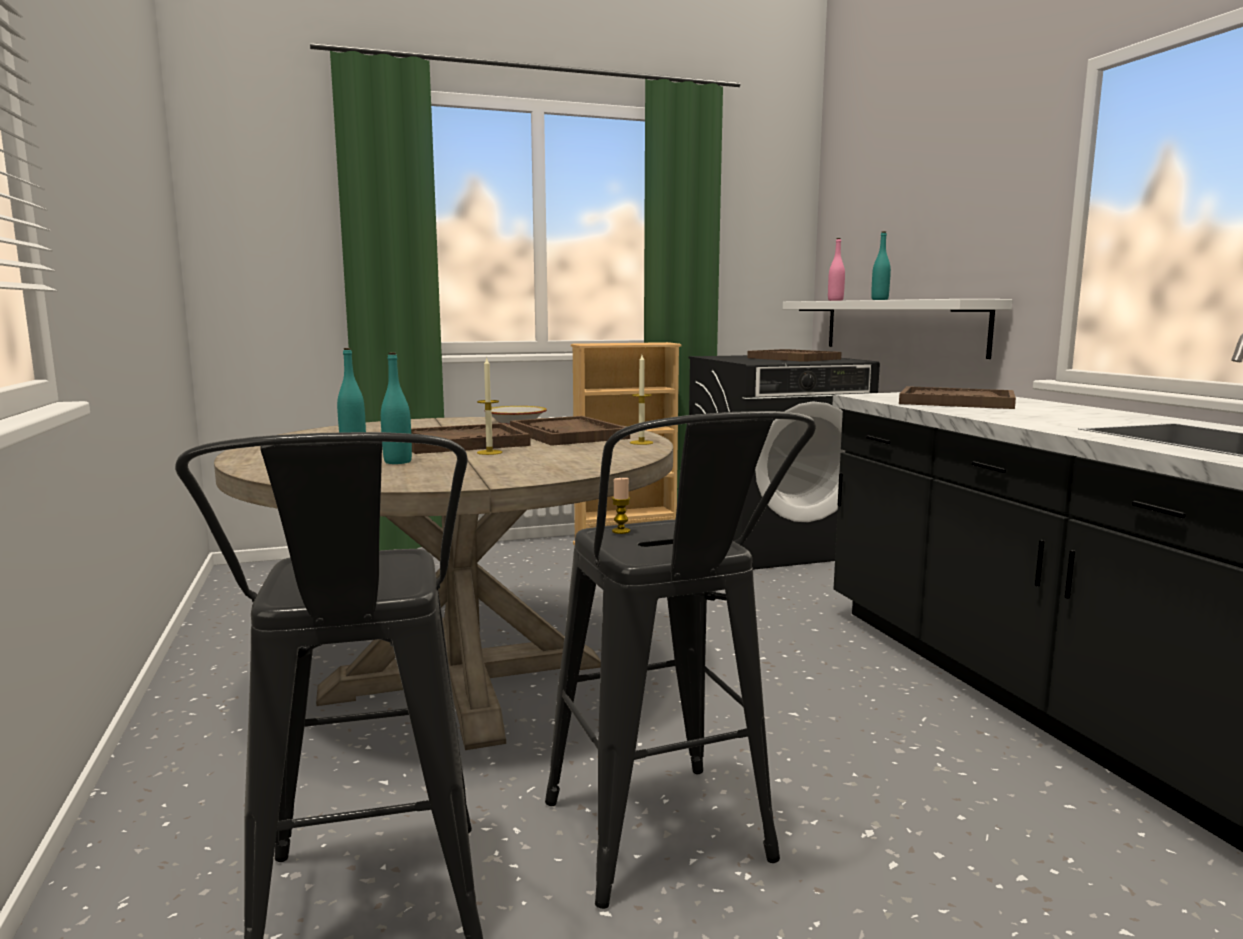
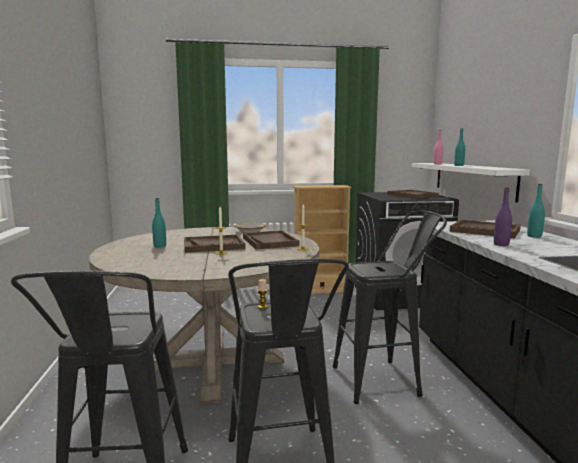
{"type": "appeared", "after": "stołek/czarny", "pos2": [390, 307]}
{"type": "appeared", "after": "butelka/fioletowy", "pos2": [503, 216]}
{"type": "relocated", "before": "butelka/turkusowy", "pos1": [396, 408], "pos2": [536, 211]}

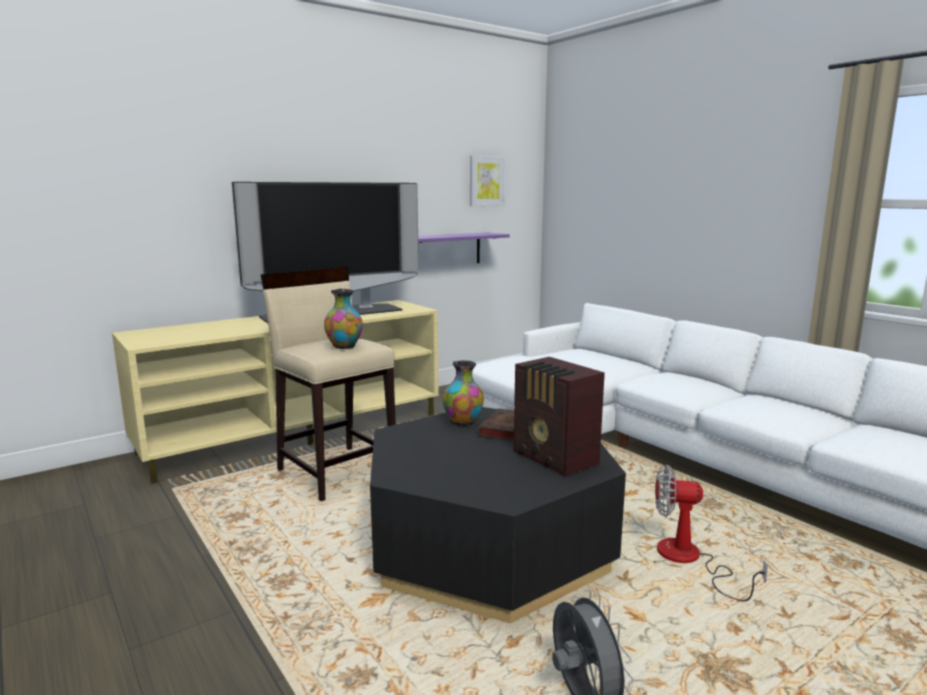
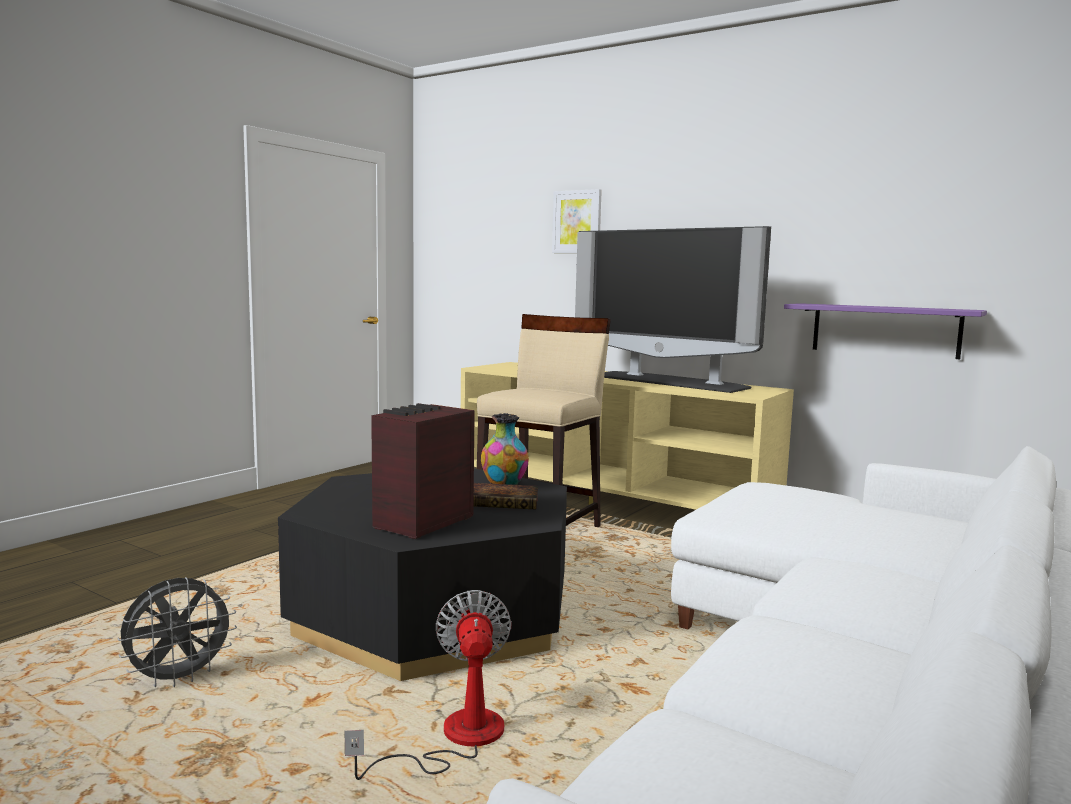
{"type": "missing", "before": "wazon", "pos1": [343, 318]}
{"type": "relocated", "before": "obraz", "pos1": [487, 180], "pos2": [577, 221]}

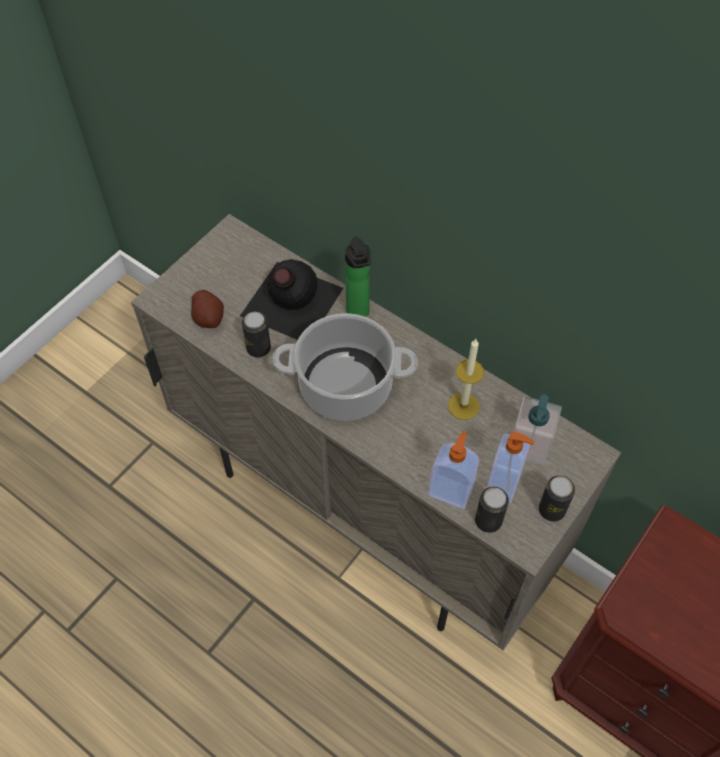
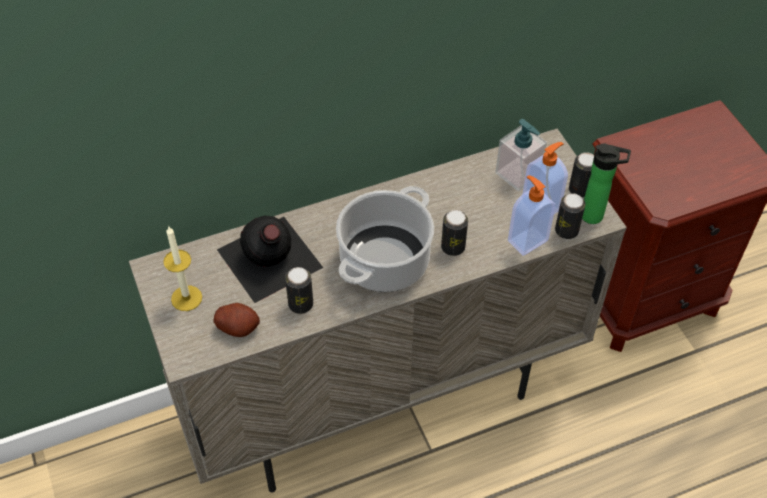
{"type": "appeared", "after": "puszka", "pos2": [454, 233]}
{"type": "relocated", "before": "butelka", "pos1": [357, 276], "pos2": [606, 184]}
{"type": "relocated", "before": "świeca", "pos1": [466, 379], "pos2": [182, 269]}

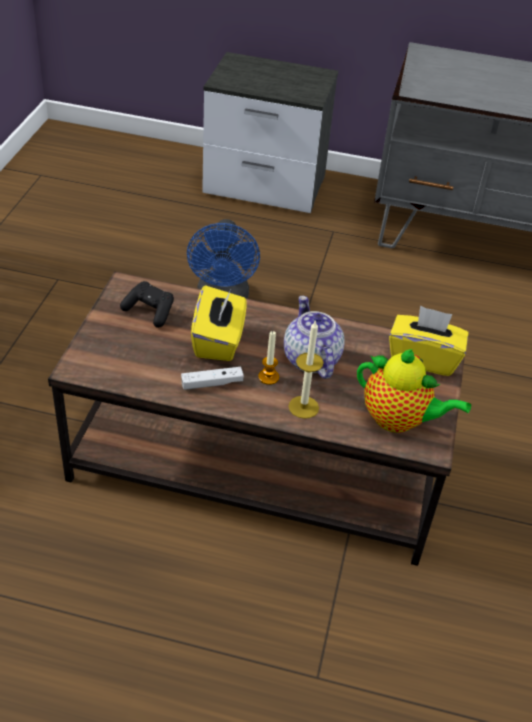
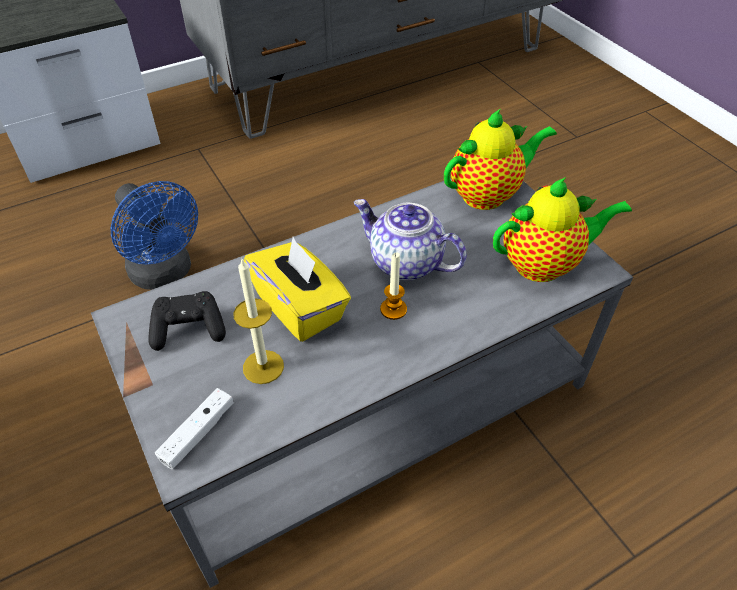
{"type": "relocated", "before": "pad do gier/biały", "pos1": [212, 378], "pos2": [194, 428]}
{"type": "relocated", "before": "świeca", "pos1": [306, 369], "pos2": [258, 320]}
{"type": "exchanged", "before": "pudełko chusteczek/żółty", "after": "imbryk", "pos1": [428, 340], "pos2": [500, 159]}
{"type": "colour", "before": "ława/brązowy", "after": "ława/szary", "pos1": [256, 418], "pos2": [362, 383]}

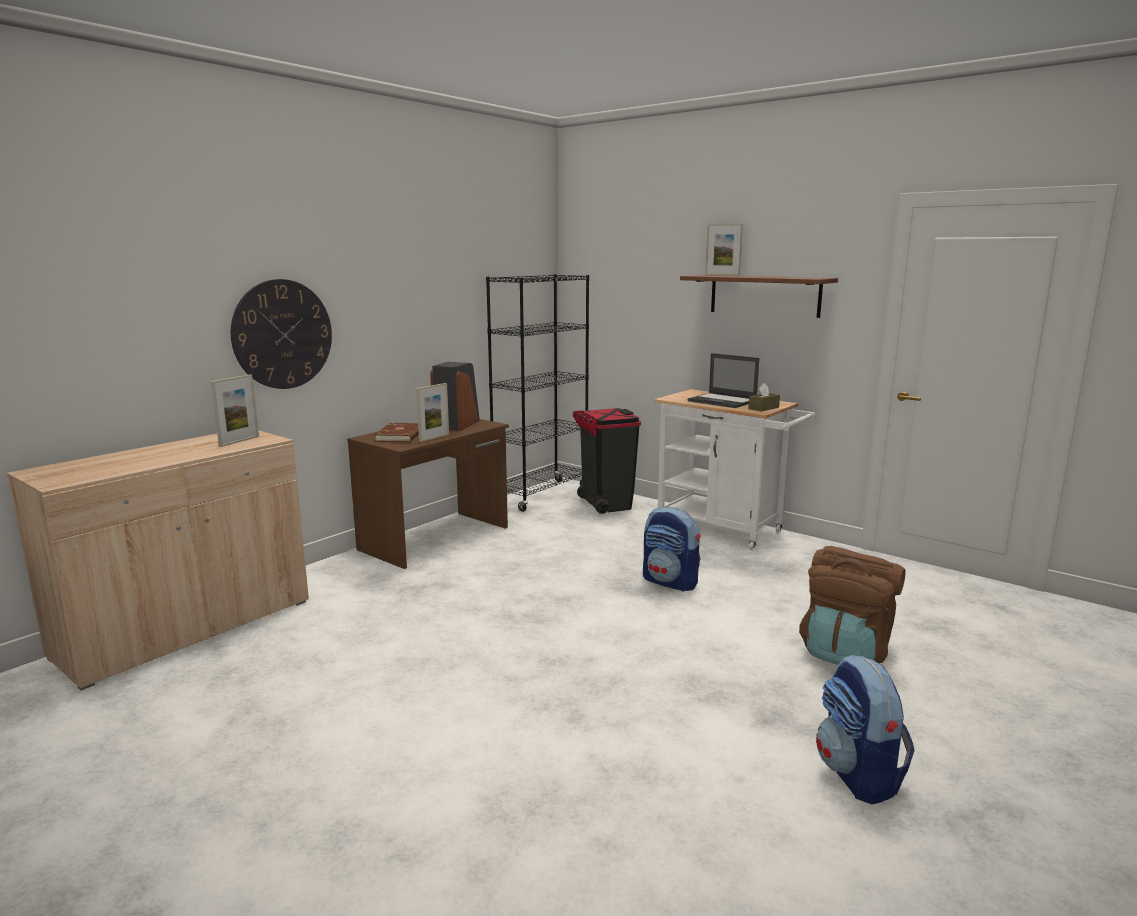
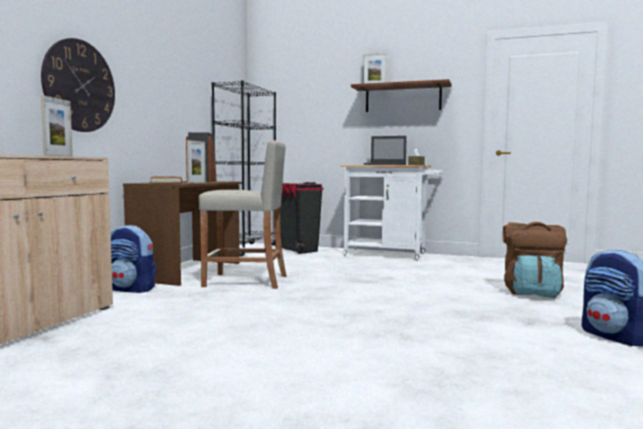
{"type": "appeared", "after": "stołek/beżowy", "pos2": [242, 214]}
{"type": "relocated", "before": "plecak", "pos1": [672, 549], "pos2": [133, 259]}

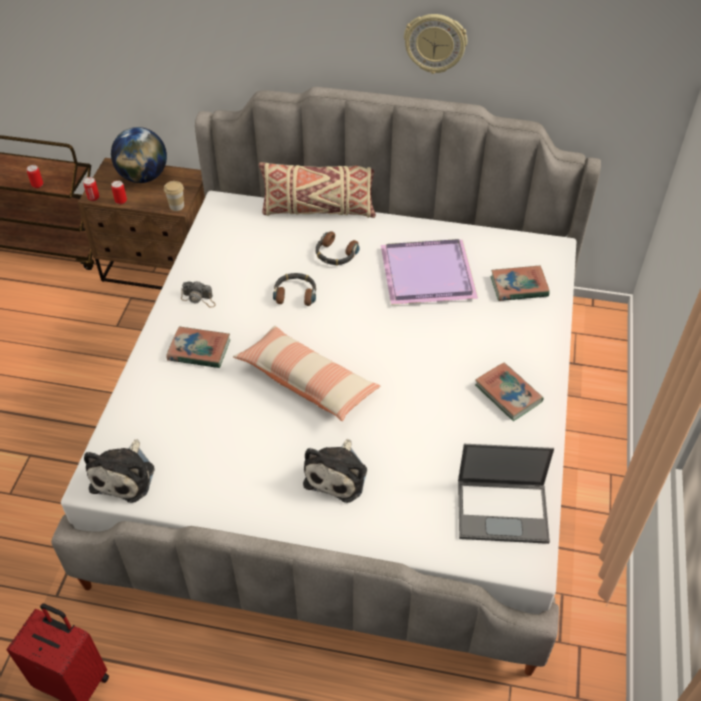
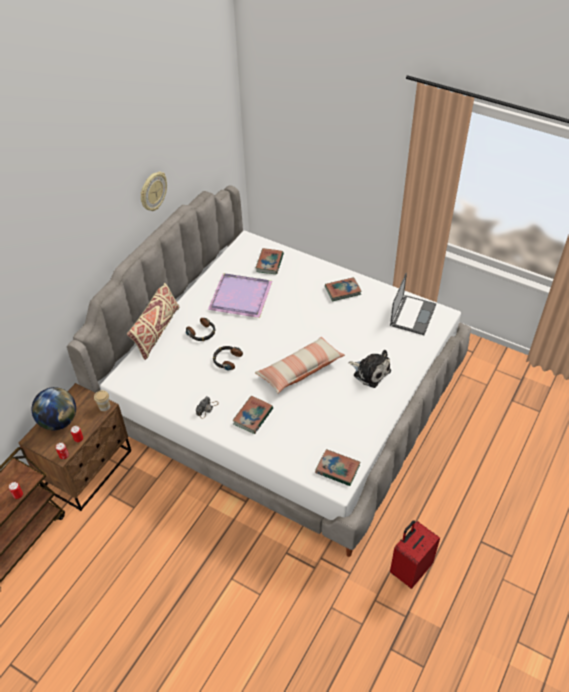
{"type": "exchanged", "before": "pluszak", "after": "książka", "pos1": [119, 471], "pos2": [337, 467]}

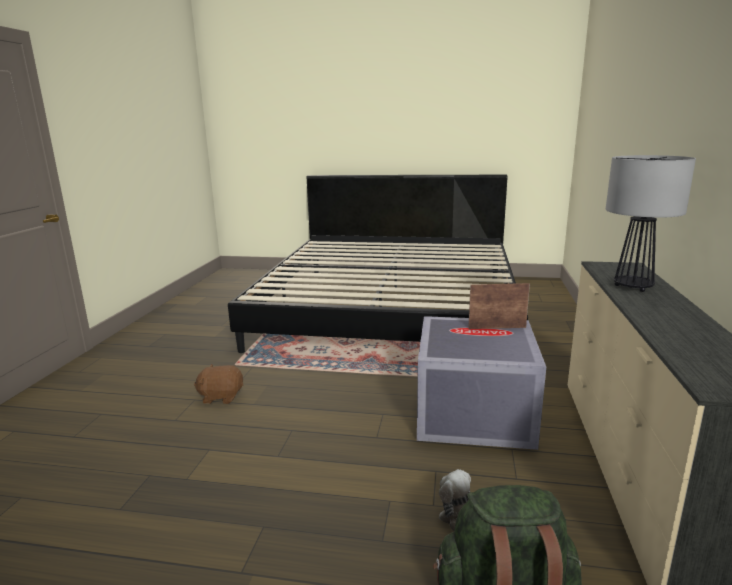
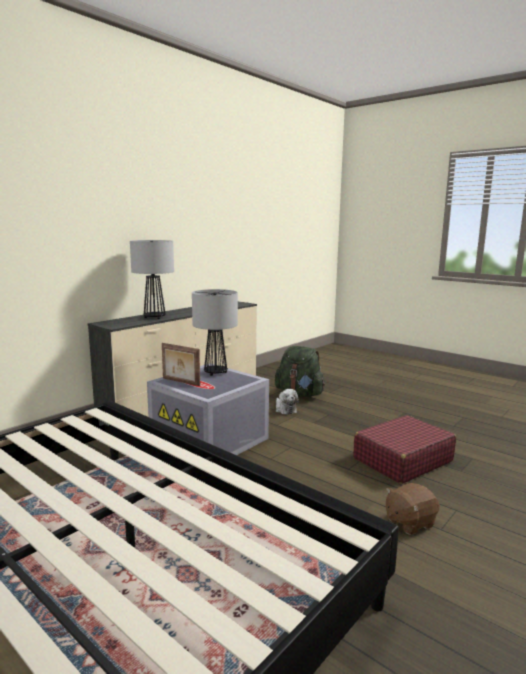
{"type": "appeared", "after": "lampa stołowa", "pos2": [215, 332]}
{"type": "appeared", "after": "walizka/czerwony", "pos2": [404, 449]}
{"type": "spun", "before": "pluszak/brązowy", "pos1": [218, 384], "pos2": [413, 509], "turn": 120}

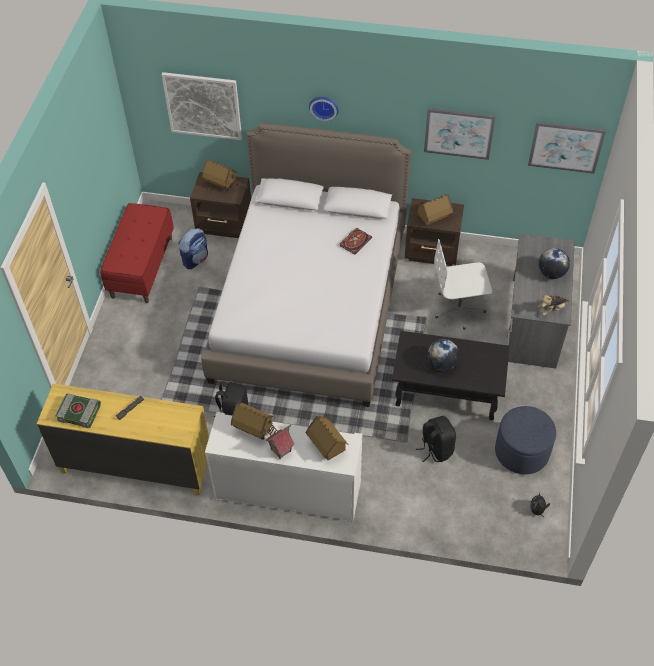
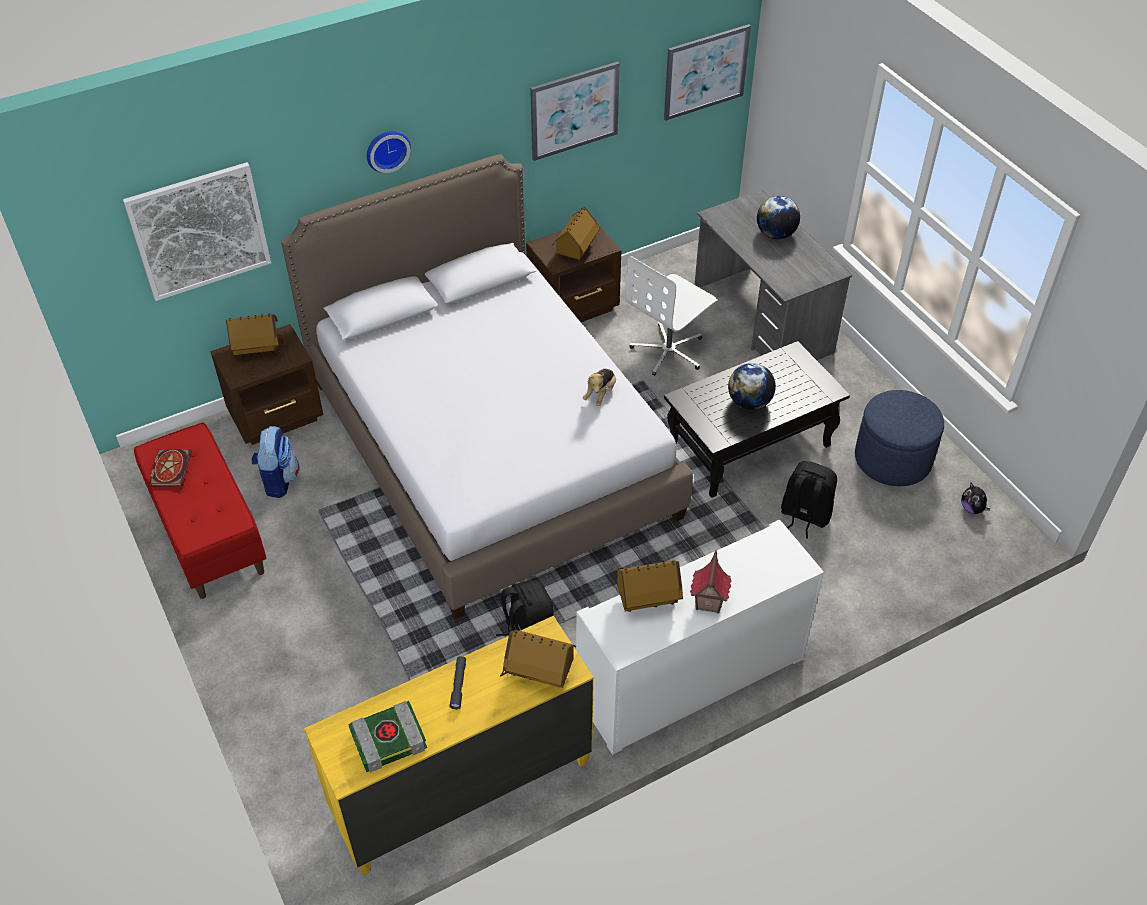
{"type": "relocated", "before": "domek", "pos1": [326, 438], "pos2": [538, 659]}
{"type": "relocated", "before": "książka", "pos1": [356, 241], "pos2": [170, 468]}
{"type": "relocated", "before": "pluszak", "pos1": [553, 305], "pos2": [599, 387]}

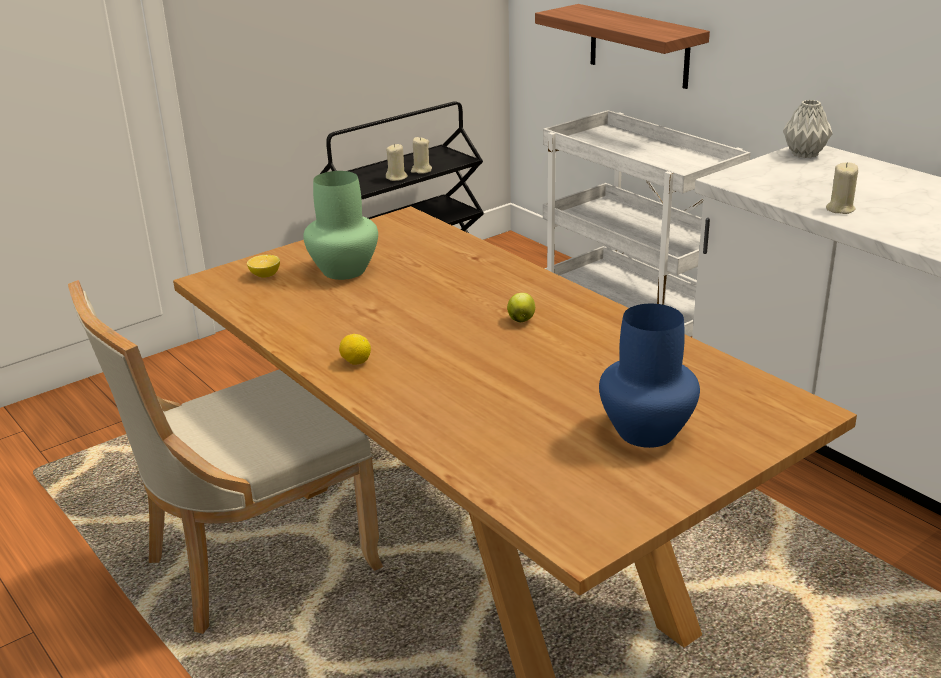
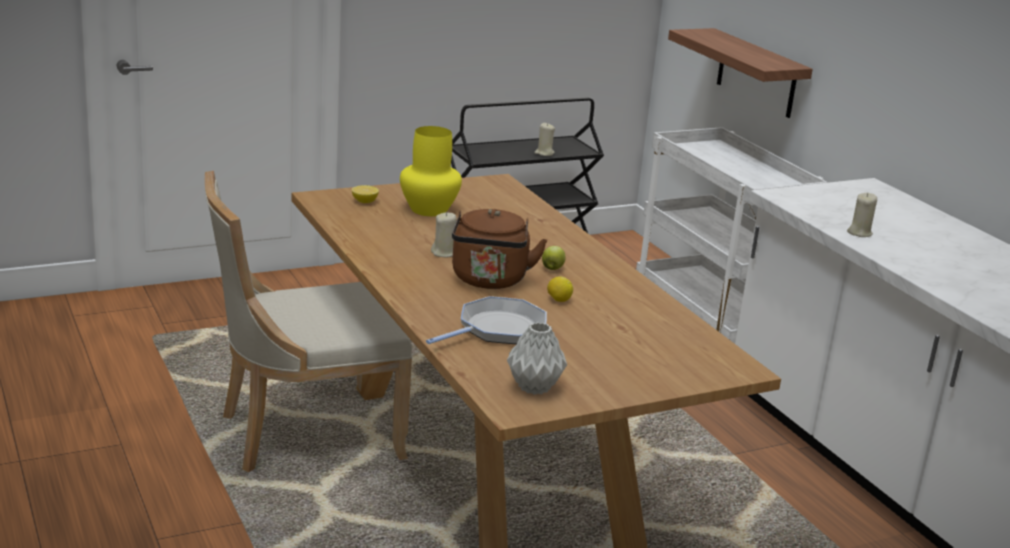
{"type": "missing", "before": "wazon/niebieski", "pos1": [649, 376]}
{"type": "appeared", "after": "patelnia", "pos2": [486, 320]}
{"type": "appeared", "after": "czajnik/brązowy", "pos2": [499, 249]}
{"type": "relocated", "before": "cytryna", "pos1": [355, 349], "pos2": [560, 289]}
{"type": "relocated", "before": "świeca/beżowy", "pos1": [397, 162], "pos2": [443, 234]}
{"type": "relocated", "before": "wazon/szary", "pos1": [808, 129], "pos2": [537, 358]}
{"type": "colour", "before": "wazon/zielony", "after": "wazon/żółty", "pos1": [340, 225], "pos2": [431, 171]}

